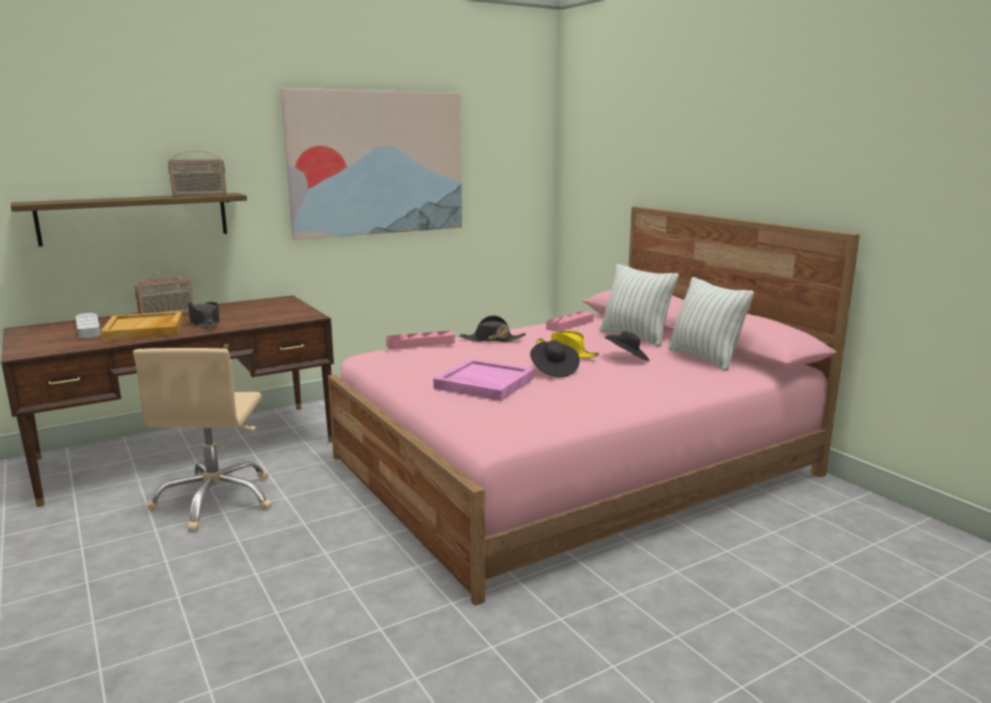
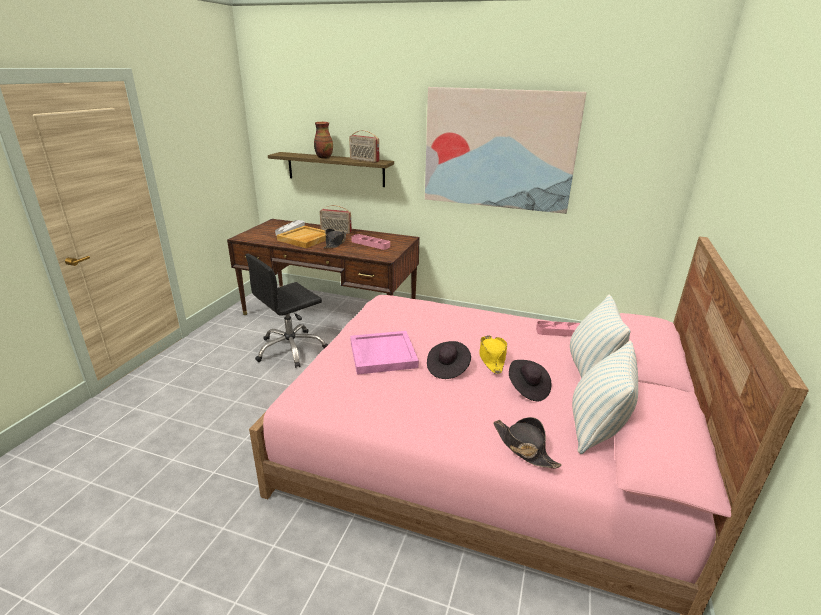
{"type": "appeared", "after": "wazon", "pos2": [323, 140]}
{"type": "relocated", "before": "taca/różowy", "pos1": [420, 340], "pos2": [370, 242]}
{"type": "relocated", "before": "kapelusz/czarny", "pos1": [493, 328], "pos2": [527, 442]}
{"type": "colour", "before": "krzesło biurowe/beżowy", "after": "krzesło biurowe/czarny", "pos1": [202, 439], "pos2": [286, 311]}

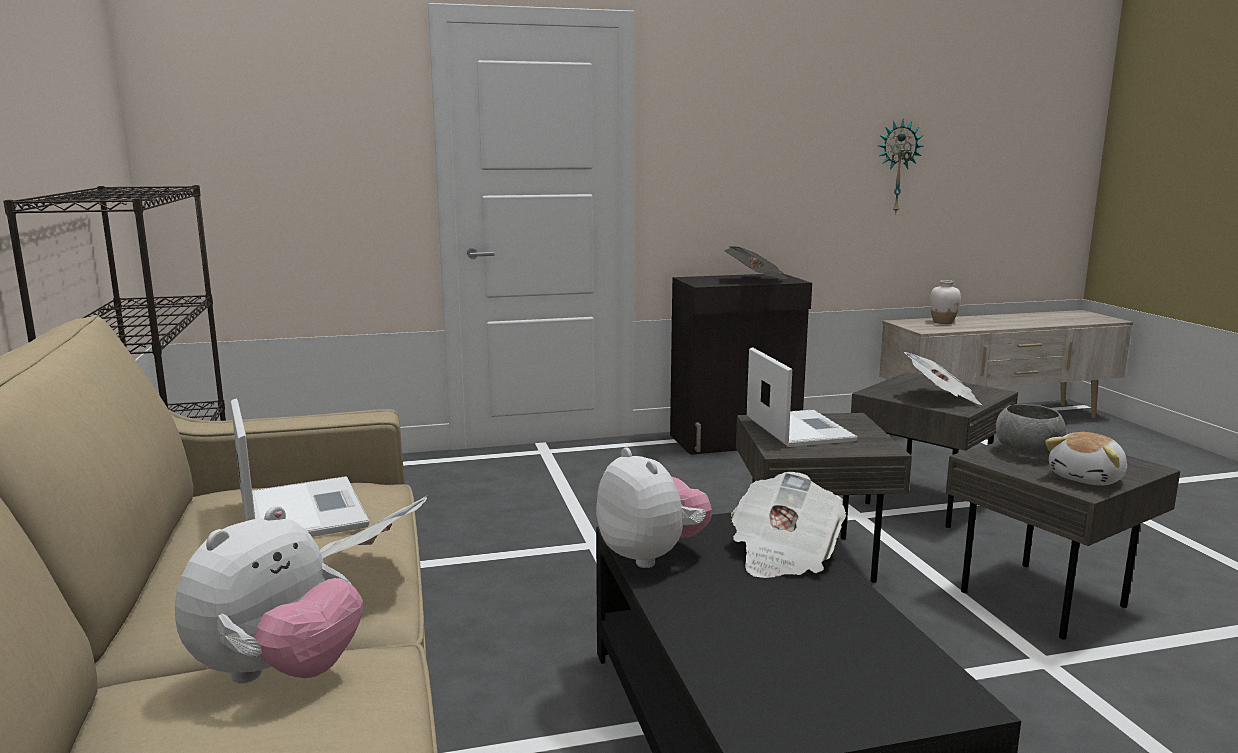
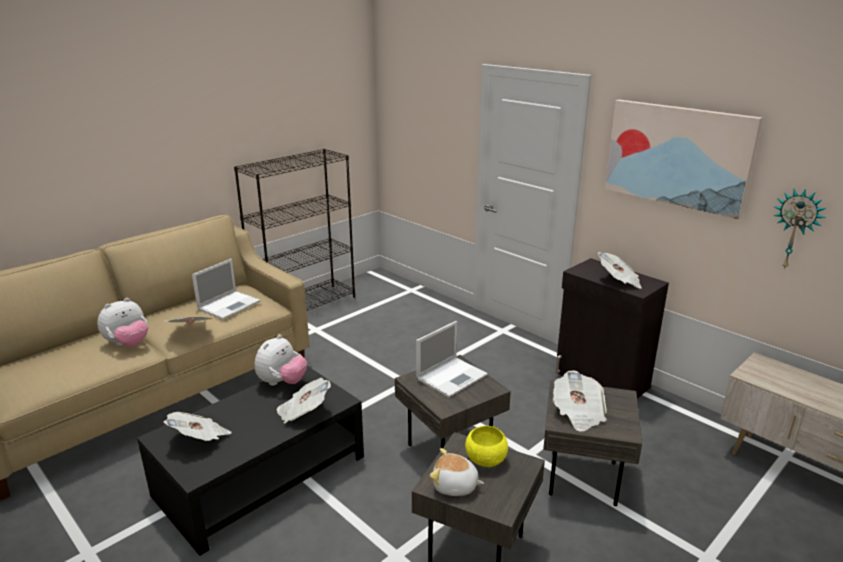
{"type": "missing", "before": "wazon/biały", "pos1": [945, 302]}
{"type": "appeared", "after": "gazeta", "pos2": [197, 426]}
{"type": "appeared", "after": "obraz", "pos2": [684, 160]}
{"type": "colour", "before": "miska/szary", "after": "miska/żółty", "pos1": [1031, 430], "pos2": [486, 446]}
{"type": "spun", "before": "pluszak", "pos1": [269, 594], "pos2": [122, 322], "turn": -45}

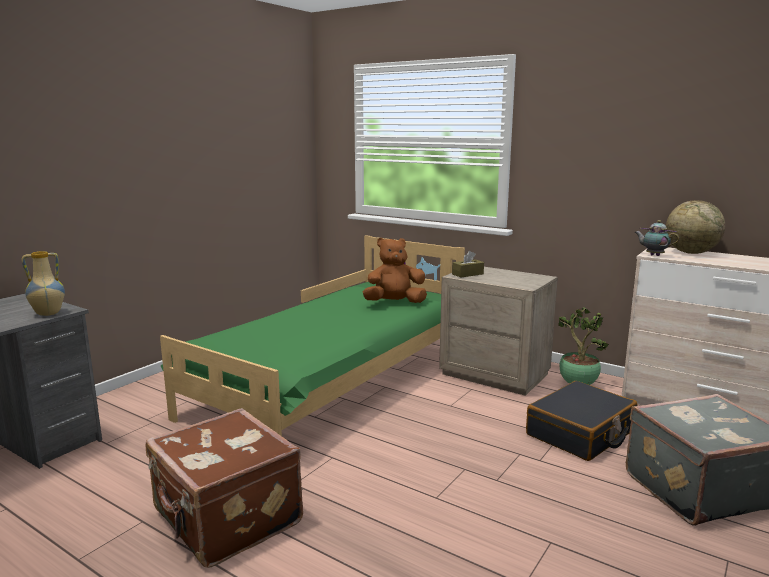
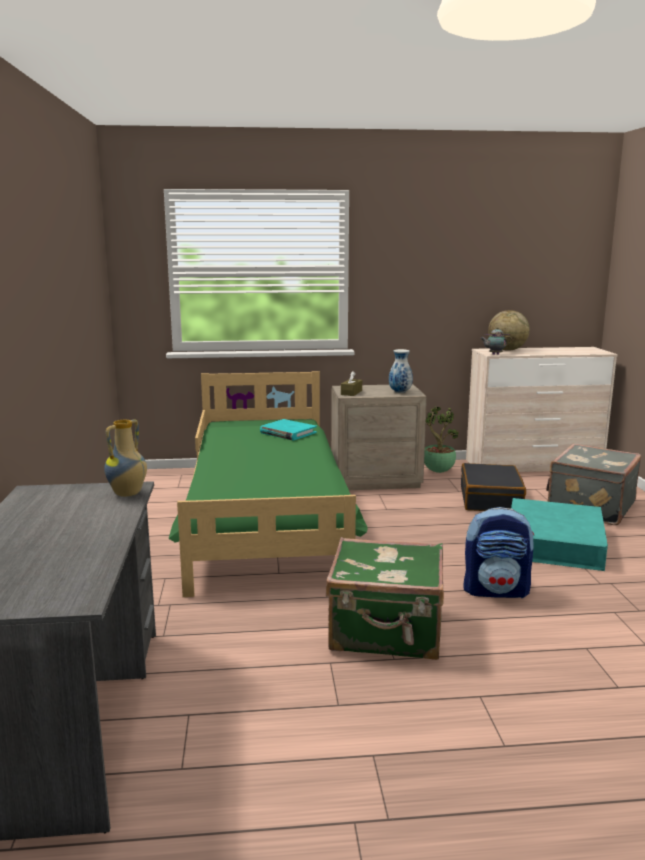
{"type": "appeared", "after": "wazon", "pos2": [401, 371]}
{"type": "appeared", "after": "plecak", "pos2": [498, 552]}
{"type": "appeared", "after": "pojemnik do przechowywania/turkusowy", "pos2": [559, 534]}
{"type": "exchanged", "before": "pluszak/brązowy", "after": "książka/turkusowy", "pos1": [395, 270], "pos2": [288, 430]}
{"type": "colour", "before": "walizka/brązowy", "after": "walizka/zielony", "pos1": [224, 488], "pos2": [385, 598]}

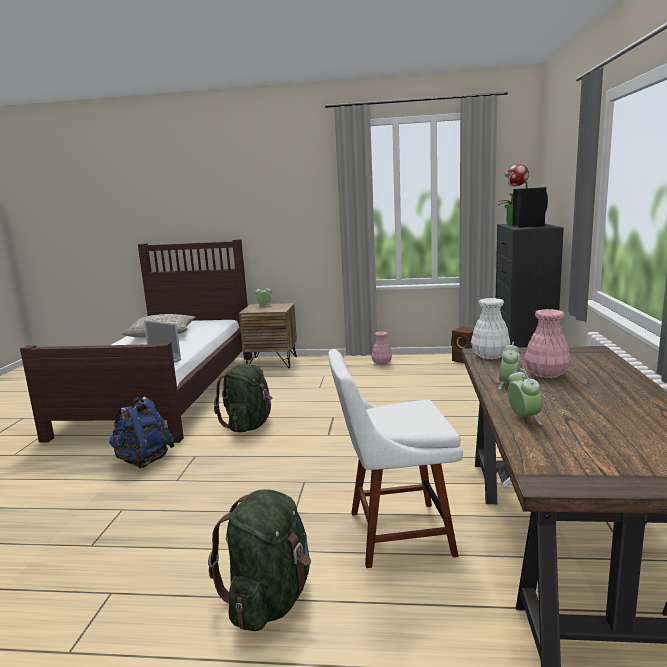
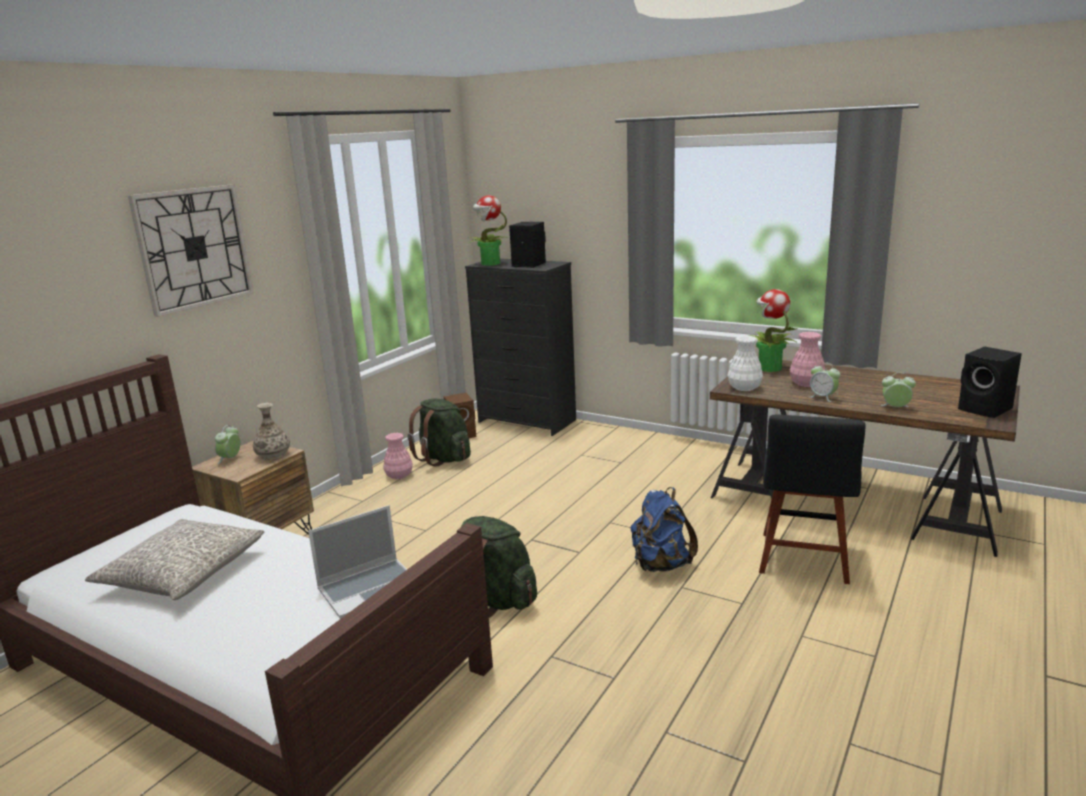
{"type": "appeared", "after": "zegar ścienny", "pos2": [191, 250]}
{"type": "appeared", "after": "wazon", "pos2": [271, 431]}
{"type": "appeared", "after": "roślina doniczkowa", "pos2": [774, 330]}
{"type": "appeared", "after": "głośnik/czarny", "pos2": [990, 382]}
{"type": "relocated", "before": "plecak/niebieski", "pos1": [141, 432], "pos2": [664, 529]}
{"type": "relocated", "before": "plecak/zielony", "pos1": [259, 560], "pos2": [439, 432]}
{"type": "colour", "before": "krzesło/biały", "after": "krzesło/czarny", "pos1": [395, 458], "pos2": [812, 499]}

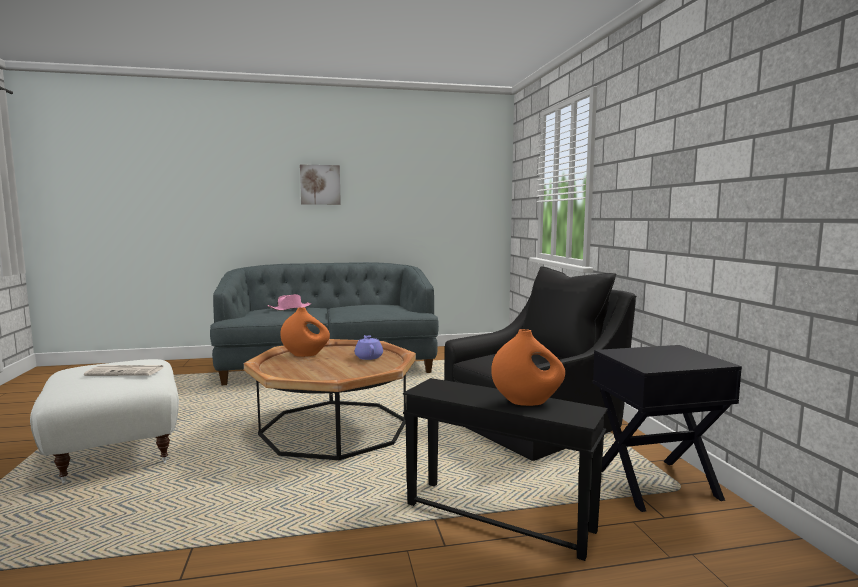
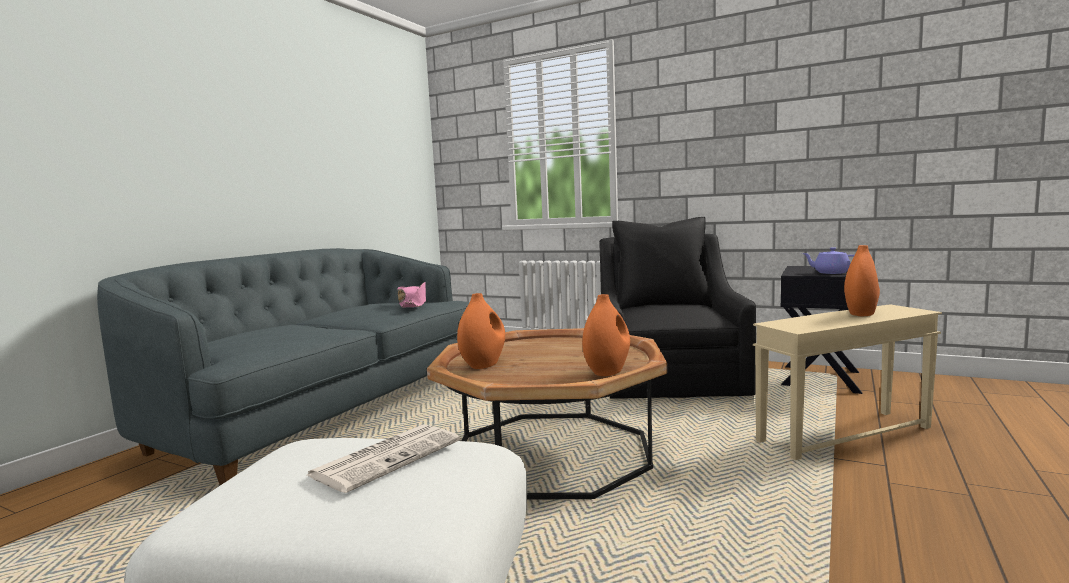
{"type": "missing", "before": "obraz", "pos1": [320, 184]}
{"type": "appeared", "after": "wazon/pomarańczowy", "pos2": [606, 335]}
{"type": "relocated", "before": "kapelusz/różowy", "pos1": [289, 302], "pos2": [411, 295]}
{"type": "relocated", "before": "imbryk/fioletowy", "pos1": [369, 347], "pos2": [828, 260]}
{"type": "colour", "before": "stolik/czarny", "after": "stolik/beżowy", "pos1": [505, 469], "pos2": [847, 382]}

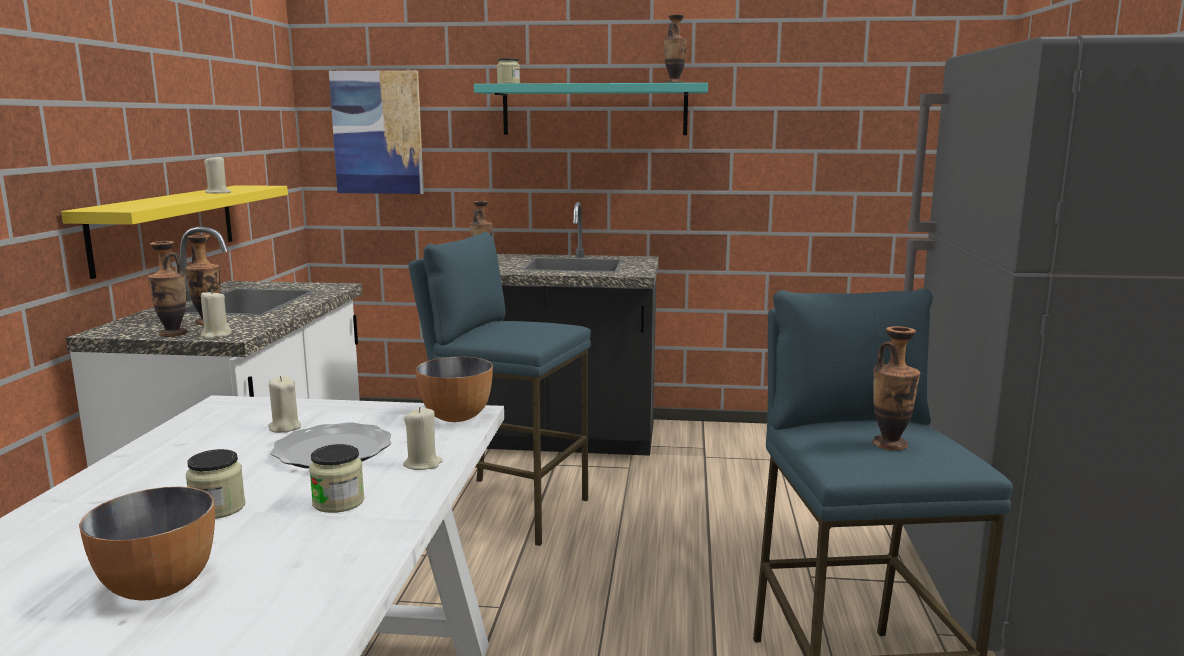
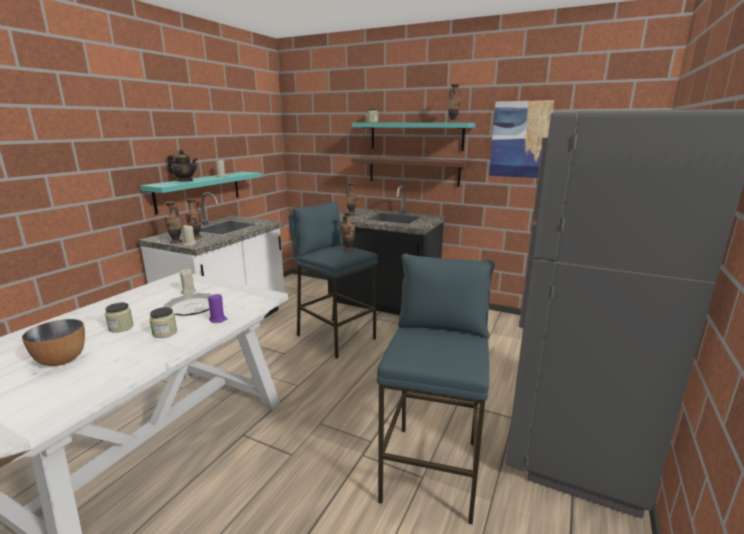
{"type": "missing", "before": "miska", "pos1": [454, 389]}
{"type": "appeared", "after": "imbryk", "pos2": [182, 165]}
{"type": "appeared", "after": "półka/brązowy", "pos2": [411, 172]}
{"type": "relocated", "before": "obraz", "pos1": [376, 132], "pos2": [521, 139]}
{"type": "relocated", "before": "wazon", "pos1": [896, 388], "pos2": [348, 231]}
{"type": "colour", "before": "półka/żółty", "after": "półka/turkusowy", "pos1": [174, 232], "pos2": [201, 193]}
{"type": "colour", "before": "świeca/beżowy", "after": "świeca/fioletowy", "pos1": [423, 438], "pos2": [218, 308]}

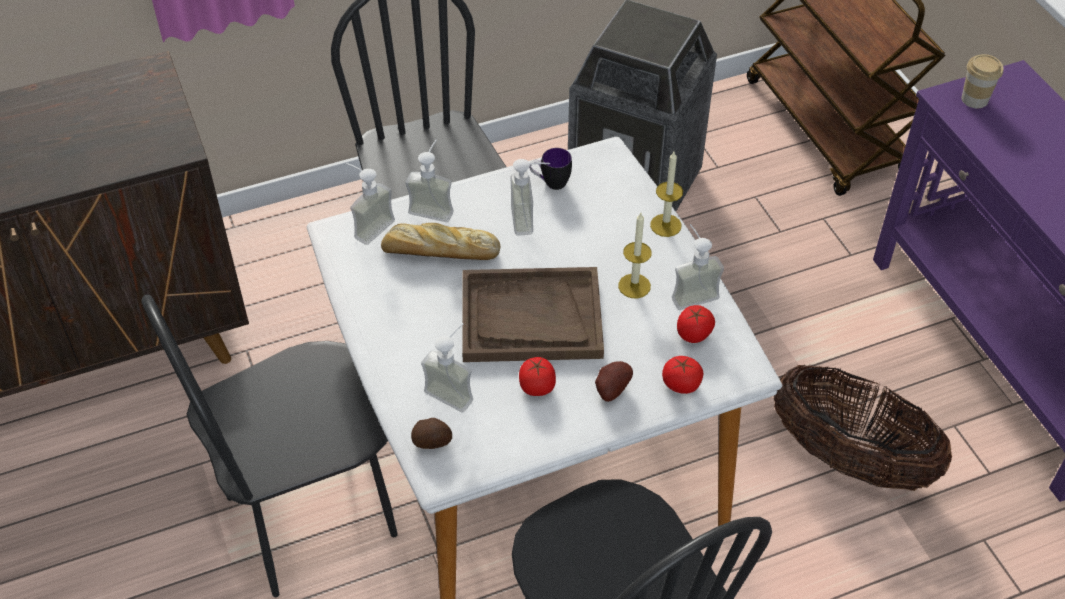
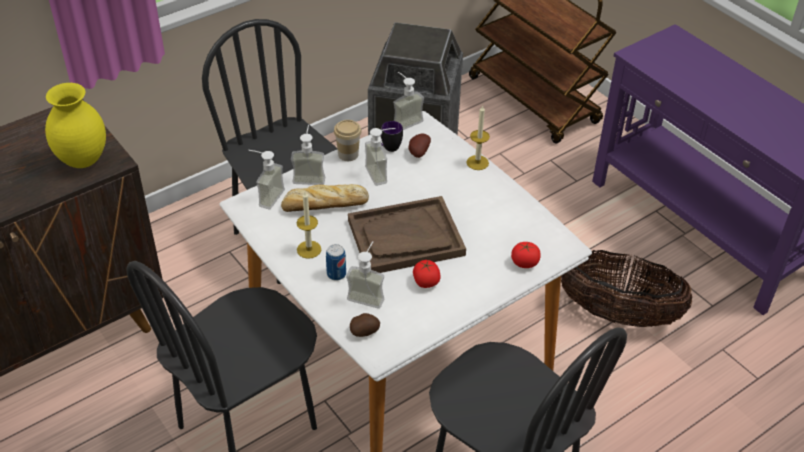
{"type": "missing", "before": "pomidor", "pos1": [696, 324]}
{"type": "appeared", "after": "wazon/żółty", "pos2": [75, 125]}
{"type": "appeared", "after": "puszka", "pos2": [336, 262]}
{"type": "relocated", "before": "ziemniak", "pos1": [614, 381], "pos2": [419, 145]}
{"type": "relocated", "before": "świeca", "pos1": [635, 256], "pos2": [309, 225]}
{"type": "relocated", "before": "dozownik mydła", "pos1": [698, 267], "pos2": [408, 101]}
{"type": "relocated", "before": "filiżanka", "pos1": [983, 81], "pos2": [348, 140]}

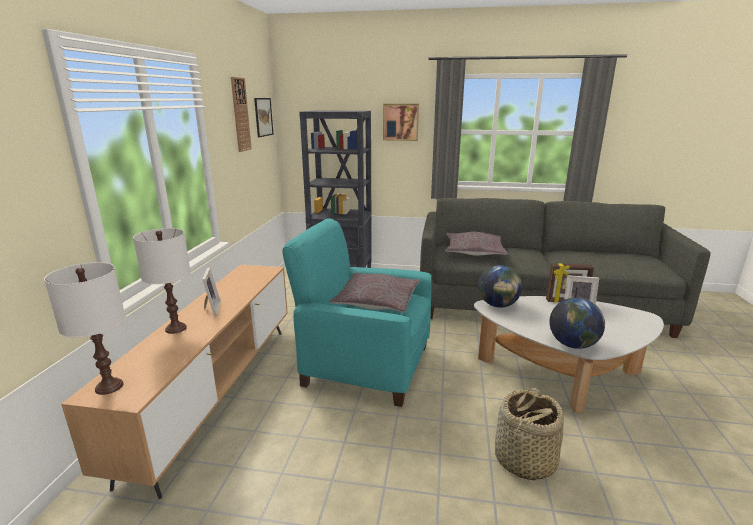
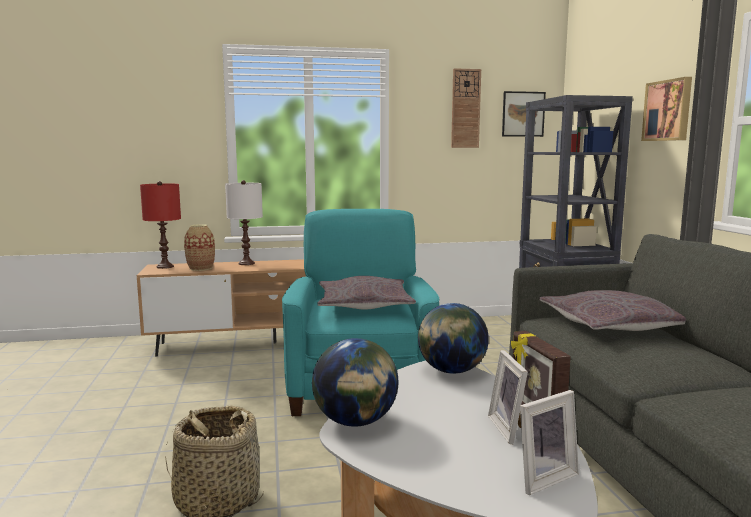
{"type": "appeared", "after": "wazon", "pos2": [199, 247]}
{"type": "relocated", "before": "ramka na zdjęcie", "pos1": [211, 291], "pos2": [549, 442]}
{"type": "colour", "before": "lampa stołowa/biały", "after": "lampa stołowa/czerwony", "pos1": [84, 328], "pos2": [160, 225]}

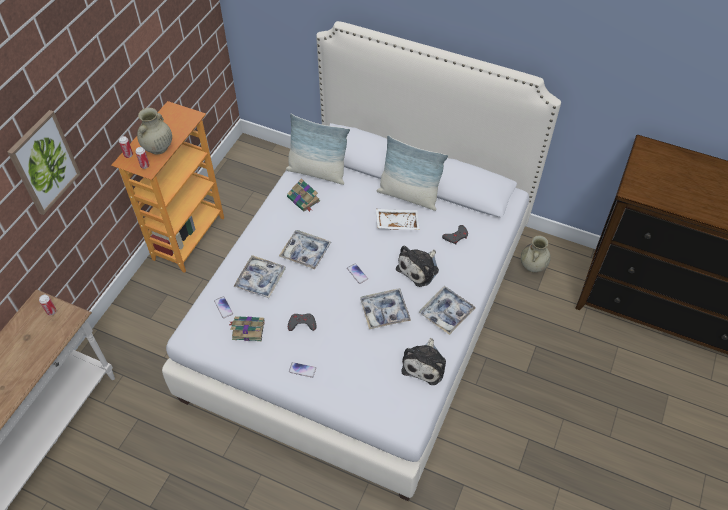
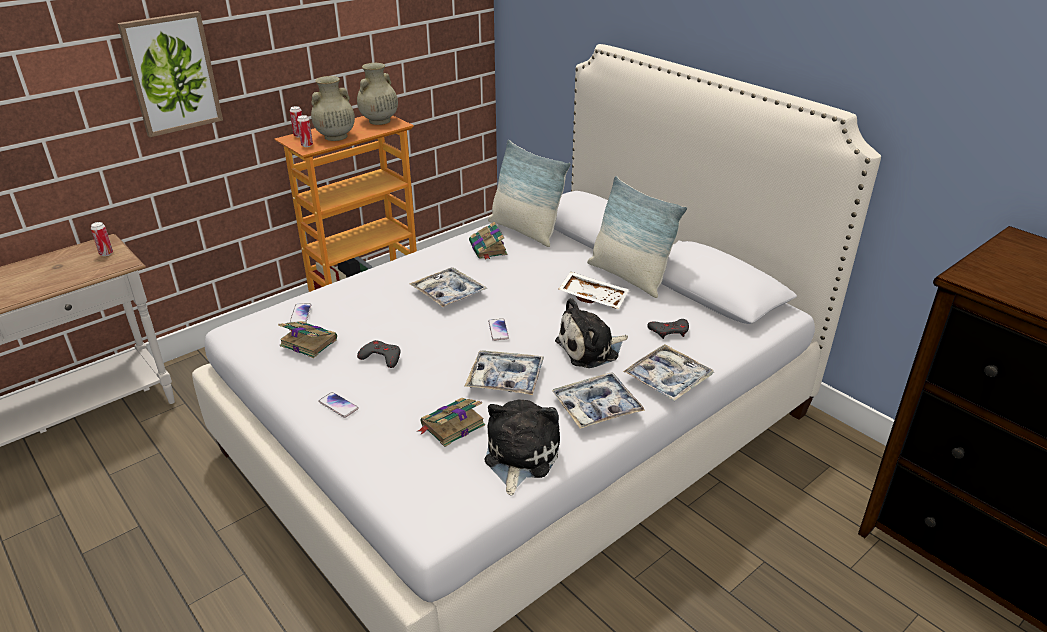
{"type": "appeared", "after": "książka", "pos2": [451, 422]}
{"type": "relocated", "before": "taca", "pos1": [259, 276], "pos2": [668, 372]}
{"type": "relocated", "before": "wazon/beżowy", "pos1": [536, 253], "pos2": [377, 94]}
{"type": "spun", "before": "pluszak", "pos1": [423, 361], "pos2": [522, 447], "turn": 150}

